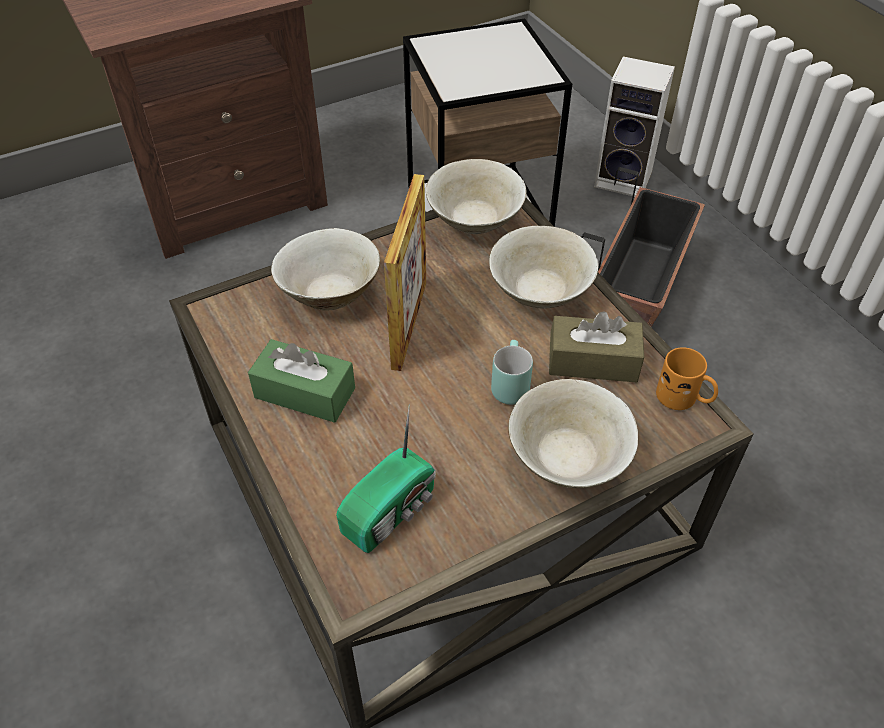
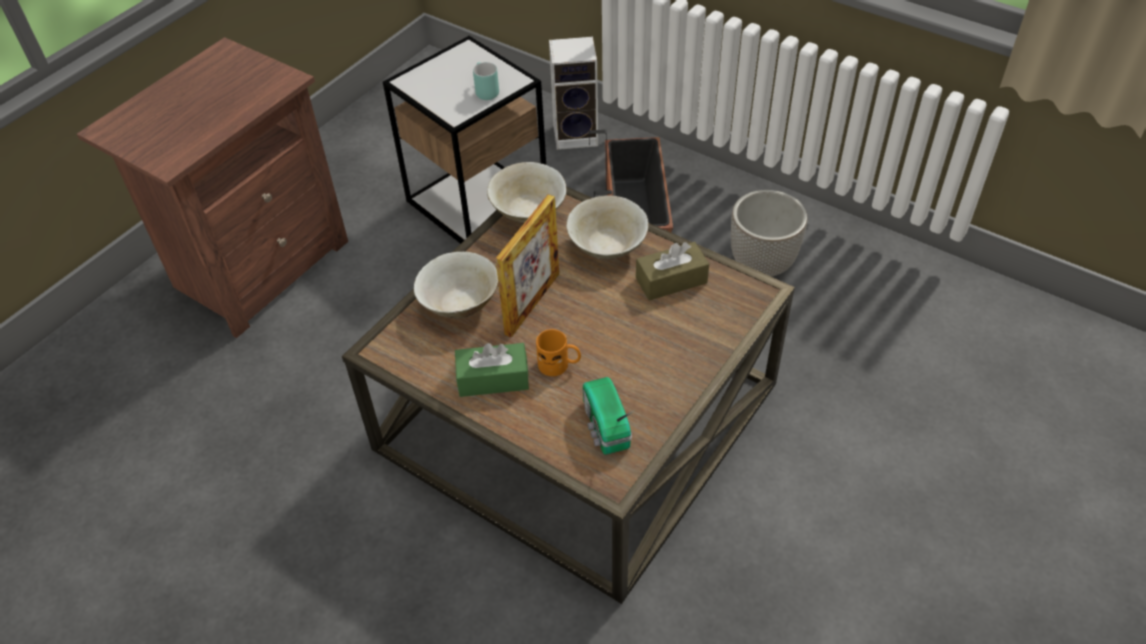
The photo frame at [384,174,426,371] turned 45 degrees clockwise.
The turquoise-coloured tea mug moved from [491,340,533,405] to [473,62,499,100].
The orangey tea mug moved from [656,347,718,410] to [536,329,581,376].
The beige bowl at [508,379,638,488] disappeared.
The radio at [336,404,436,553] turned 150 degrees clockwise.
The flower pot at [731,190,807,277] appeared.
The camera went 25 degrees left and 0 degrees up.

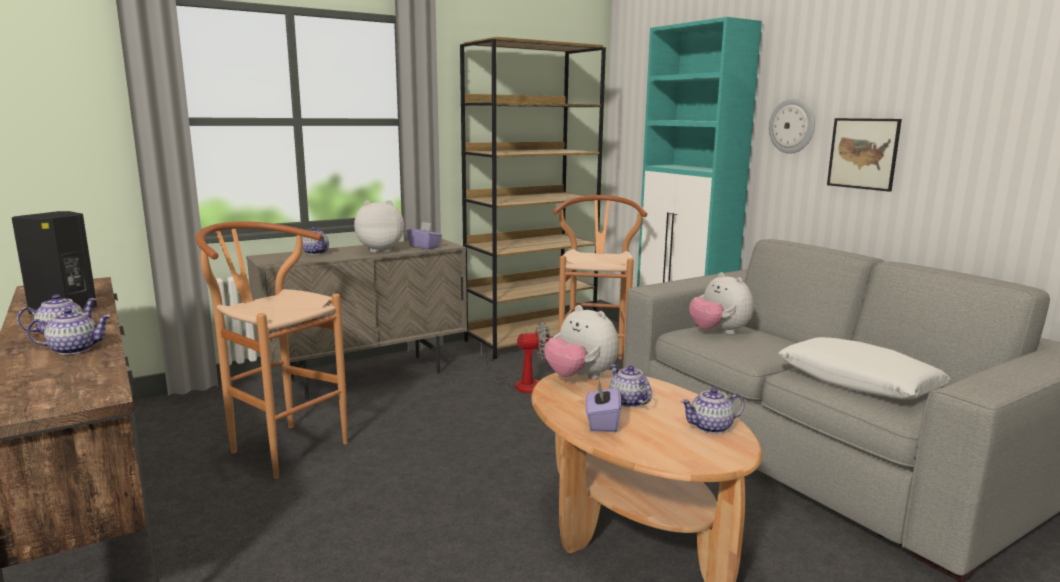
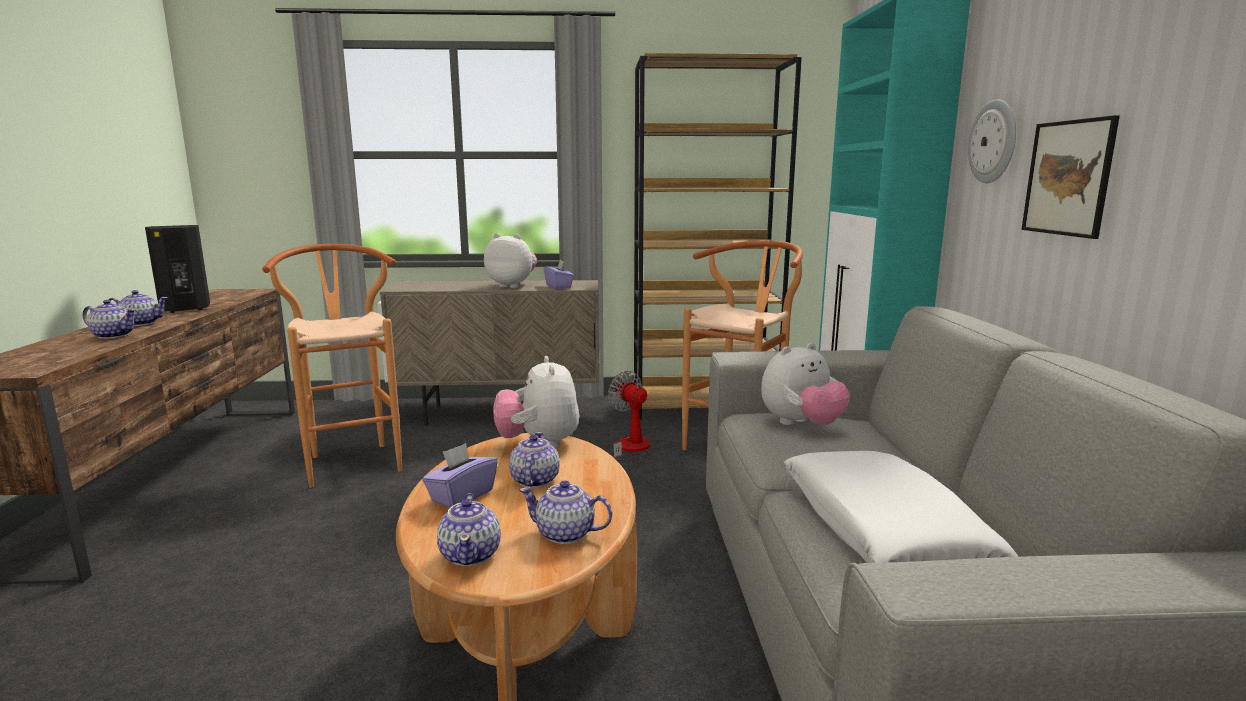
The pot for tea moved from [302,227,329,255] to [437,493,501,566].
The plush toy at [689,272,754,335] turned 120 degrees counterclockwise.
The electric fan at [481,322,551,393] turned 150 degrees counterclockwise.
The camera went 30 degrees right and 0 degrees up.

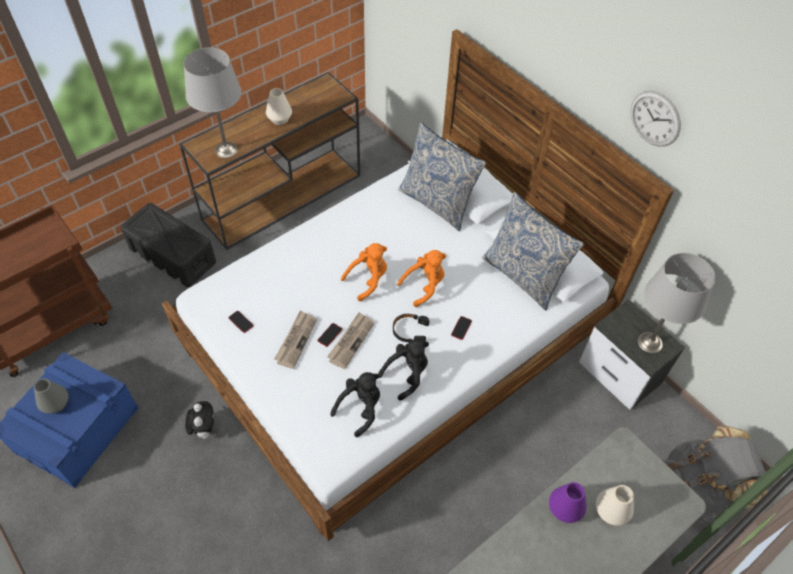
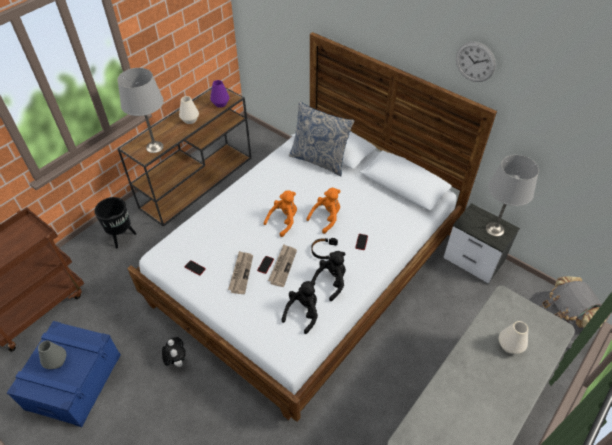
The pillow at [482,192,584,310] disappeared.
The black storage bin at [121,203,216,287] was replaced by the black flower pot at [94,197,136,248].
The purple-coloured decorative vase moved from [549,482,587,523] to [210,80,229,108].
The camera went 10 degrees left and 5 degrees down.

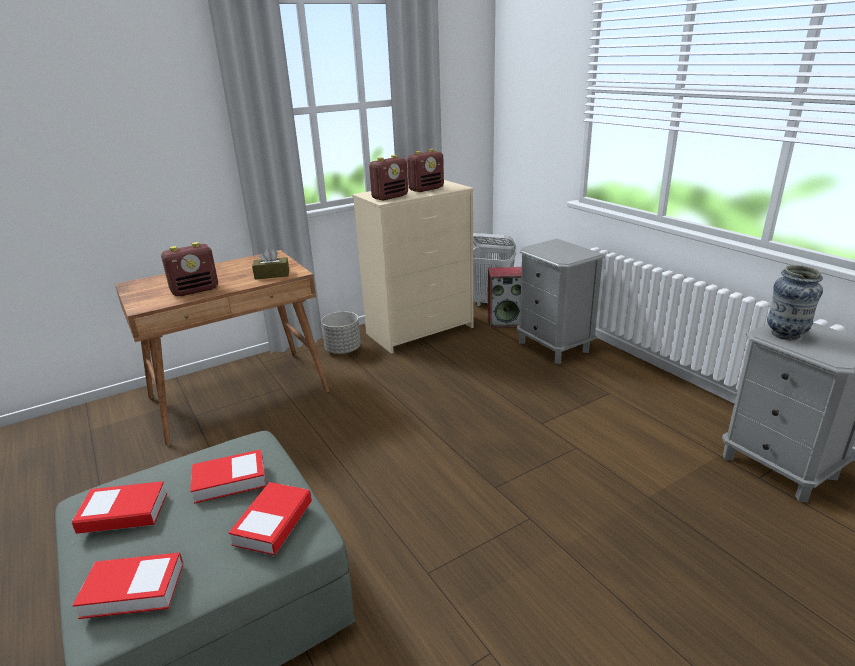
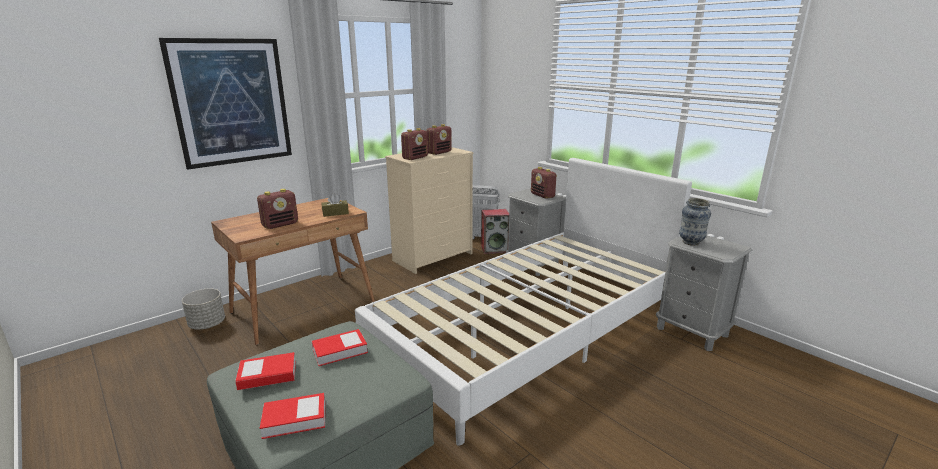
The greyish flower pot moved from [321,312,361,354] to [182,289,225,329].
The book at [229,482,312,555] disappeared.
The picture at [159,38,292,170] appeared.
The white bedroom bed at [355,158,692,446] appeared.
The radio at [531,167,557,199] appeared.
The camera went 10 degrees left and 5 degrees down.

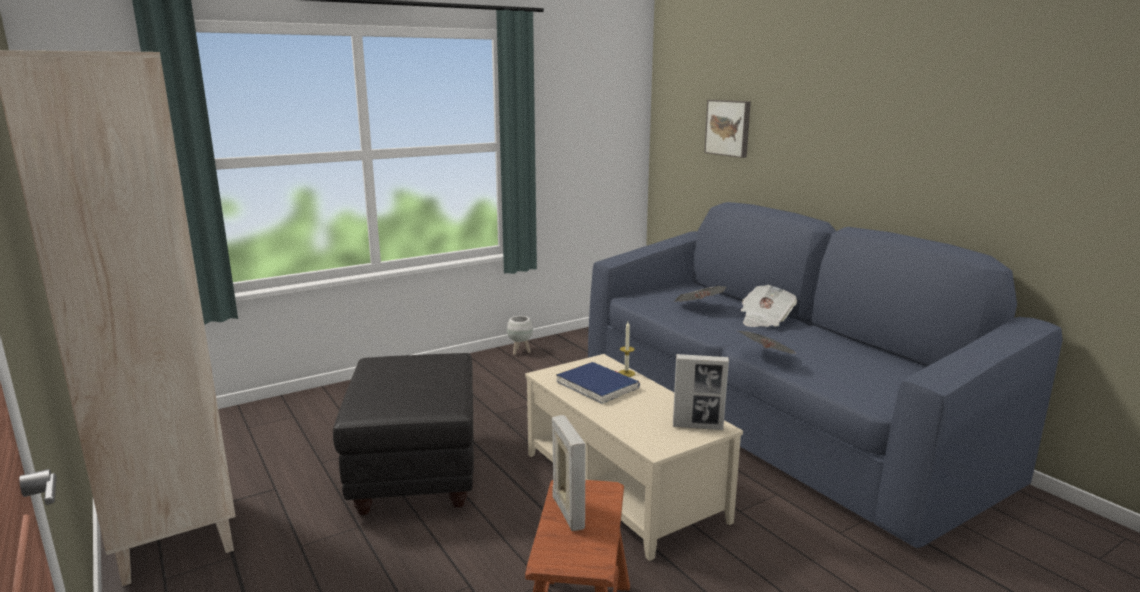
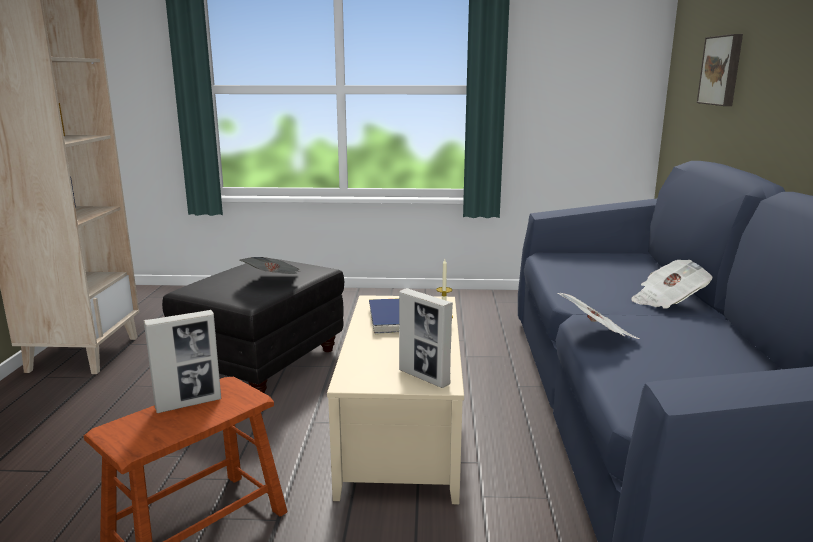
The daily paper moved from [674,286,727,302] to [239,257,300,274].
The white flower pot at [507,316,533,355] disappeared.
The photo frame at [552,415,586,531] turned 45 degrees clockwise.
The camera went 35 degrees right and 0 degrees up.

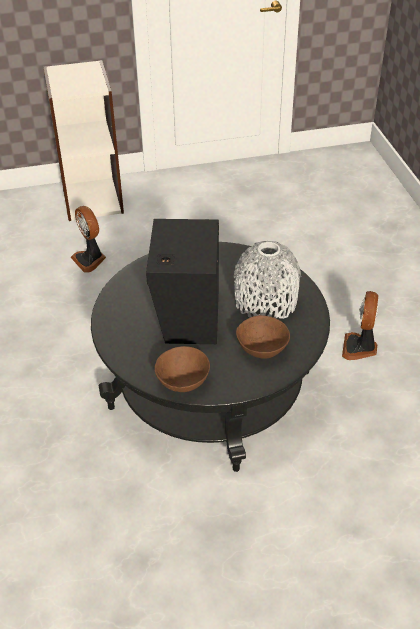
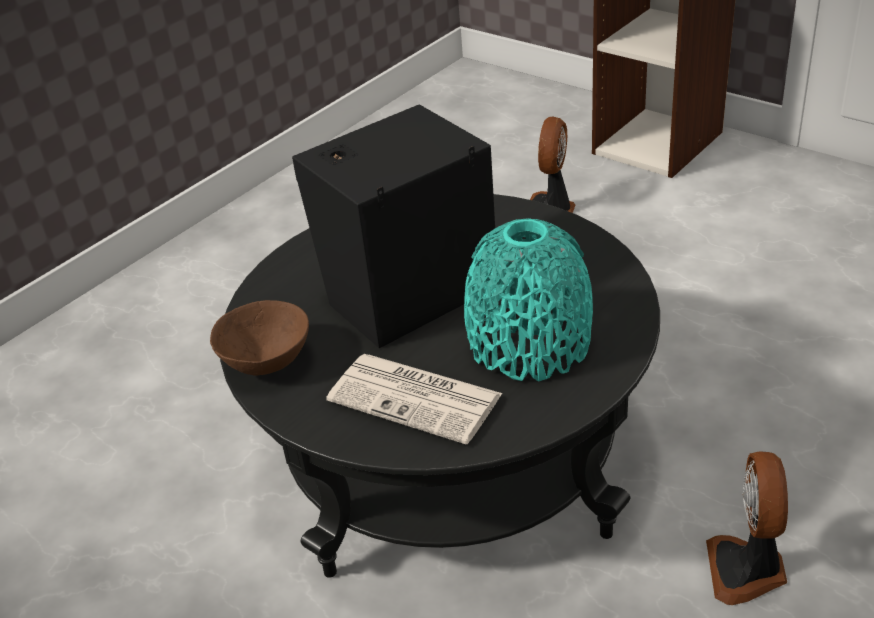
The greyish decorative vase at [234,241,301,319] became the turquoise-coloured decorative vase at [464,218,593,381].
The electric fan at [342,291,378,360] turned 60 degrees counterclockwise.
The brown-coloured bowl at [236,315,290,359] was replaced by the daily paper at [326,354,503,444].
The camera went 55 degrees right and 5 degrees down.

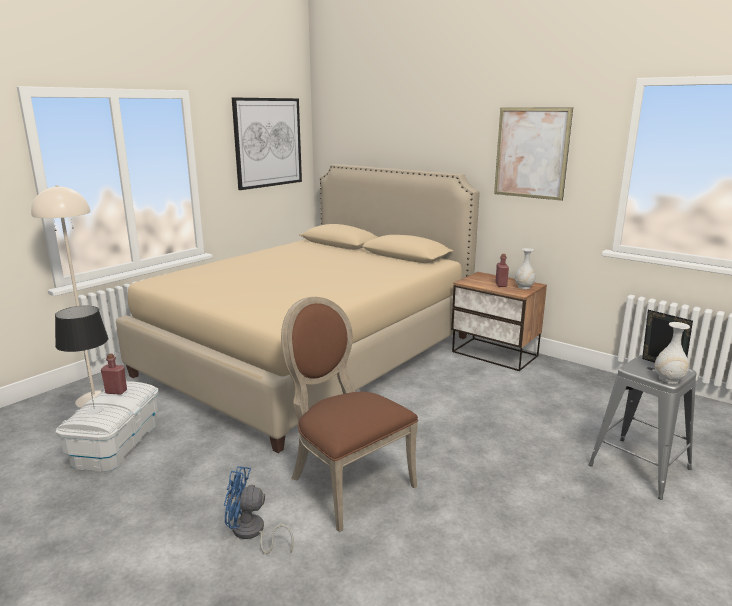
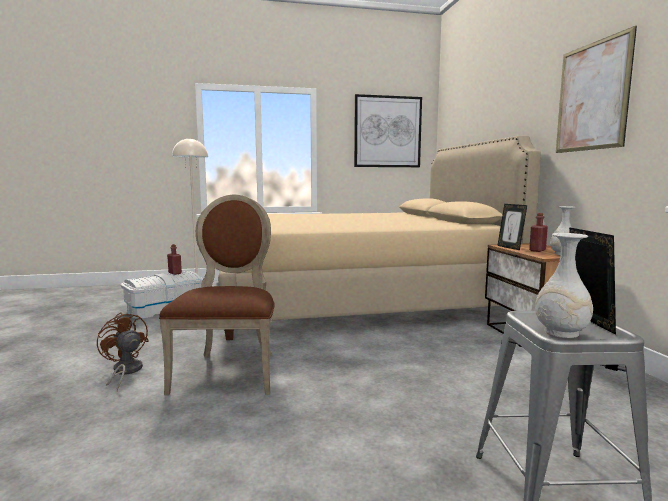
The tabletop lamp at [55,306,108,415] disappeared.
The blue-coloured electric fan at [224,466,294,554] became the brown-coloured electric fan at [97,312,149,391].
The photo frame at [497,204,527,250] appeared.
The camera went 40 degrees right and 10 degrees down.

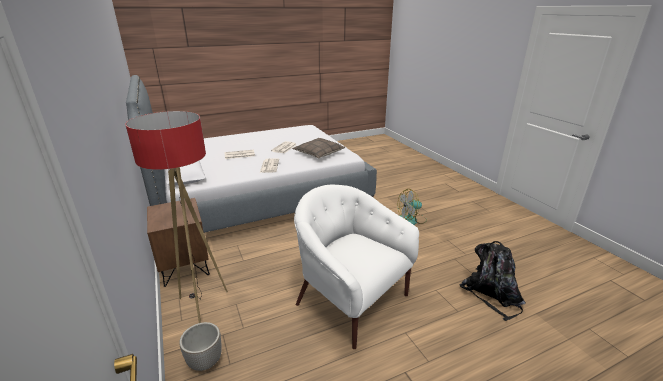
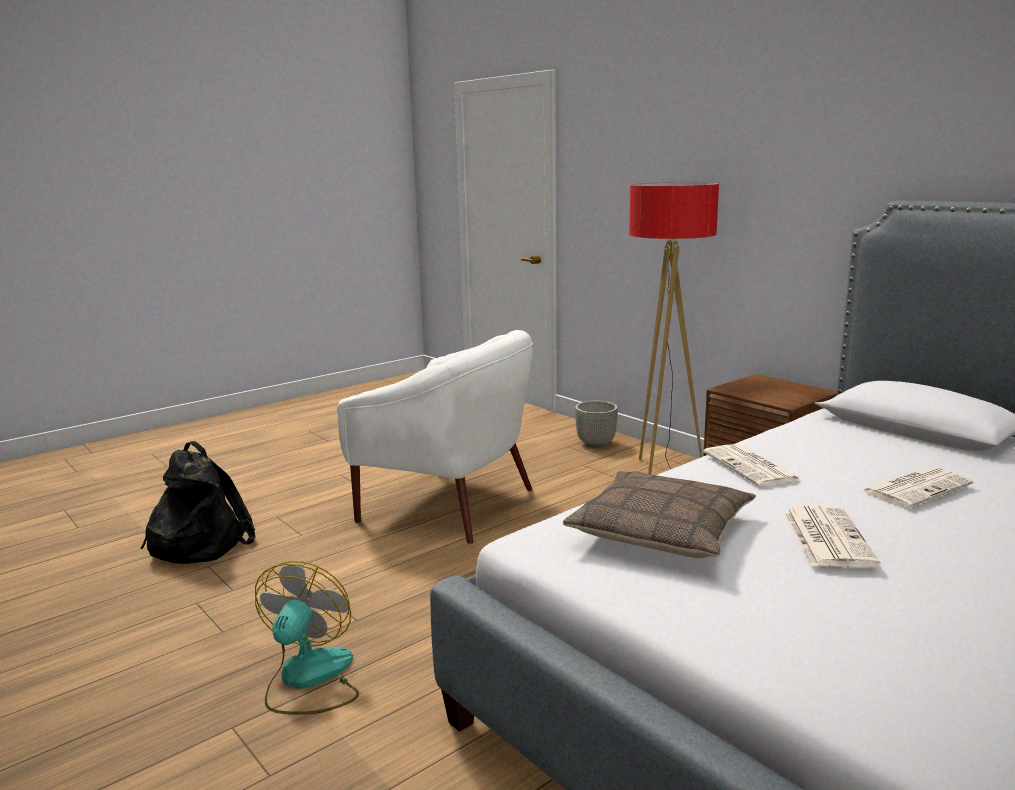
The electric fan at [398,189,427,225] turned 45 degrees counterclockwise.
The camera went 165 degrees right and 10 degrees down.

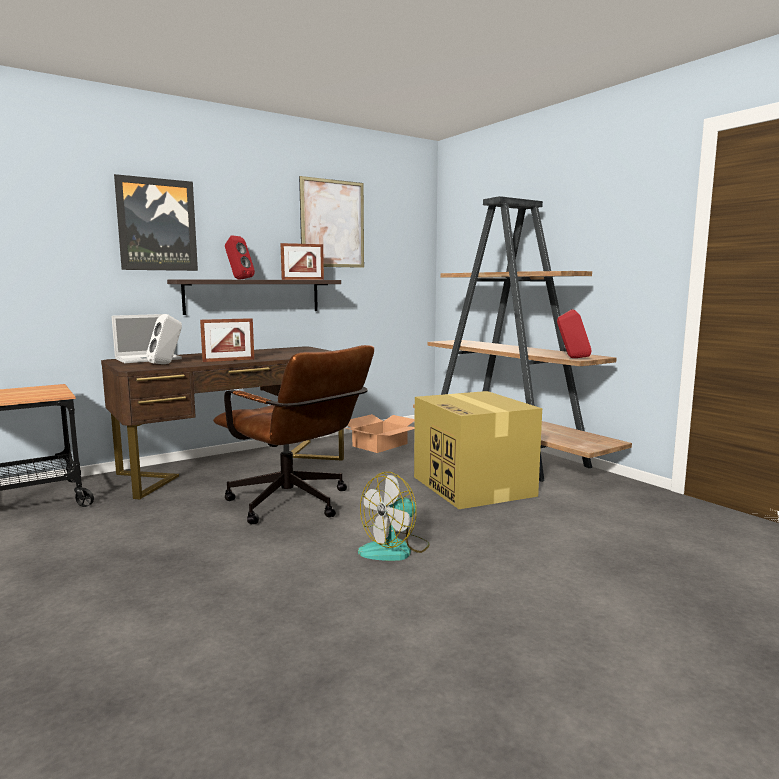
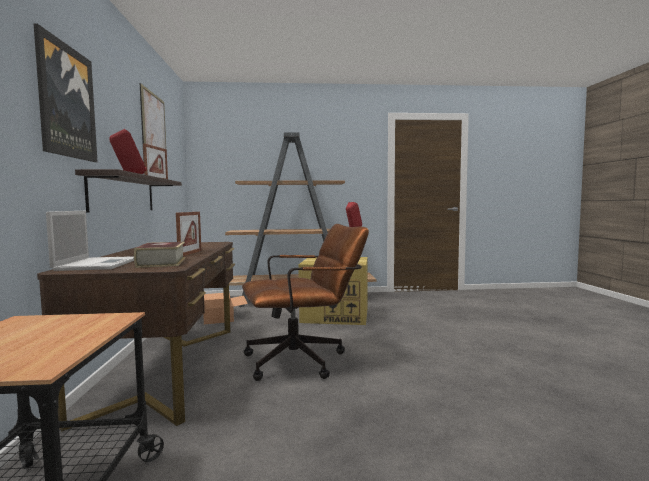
The white audio speaker at [146,314,182,364] was replaced by the book at [134,242,186,268].
The electric fan at [358,472,430,561] disappeared.
The camera went 60 degrees left and 5 degrees down.

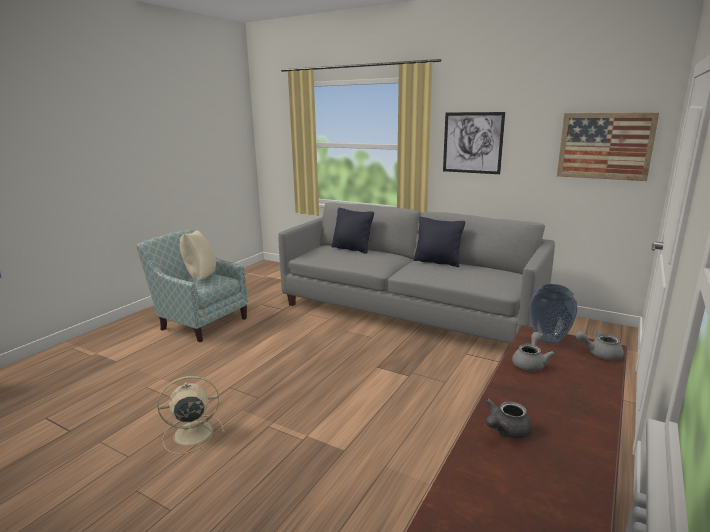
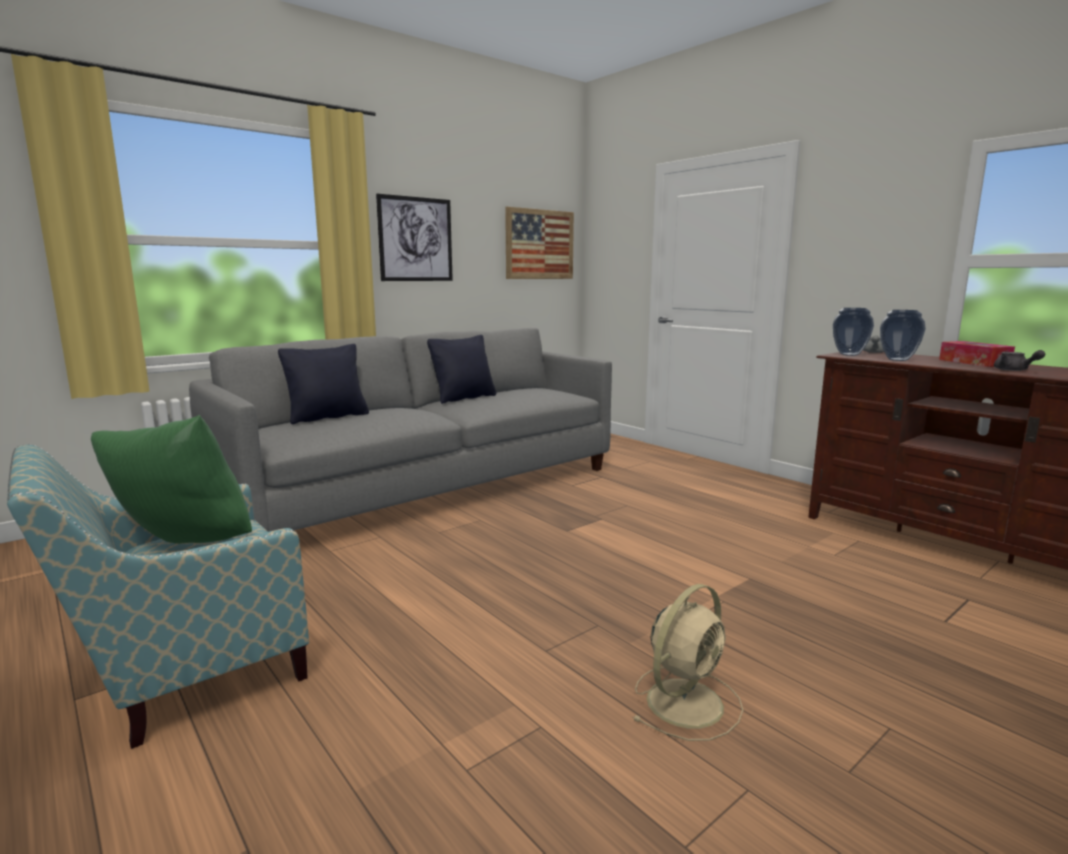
The beige pillow at [179,230,216,280] became the green pillow at [91,415,252,544].
The greyish pot for tea at [512,332,555,371] was replaced by the decorative vase at [880,310,926,361].
The beige electric fan at [158,376,225,454] turned 135 degrees counterclockwise.
The tissue holder at [939,341,1015,367] appeared.
The camera went 70 degrees left and 5 degrees down.

